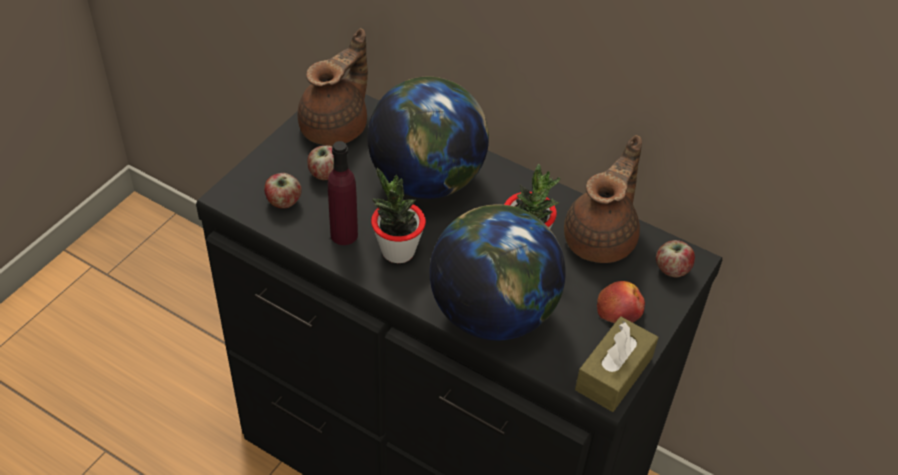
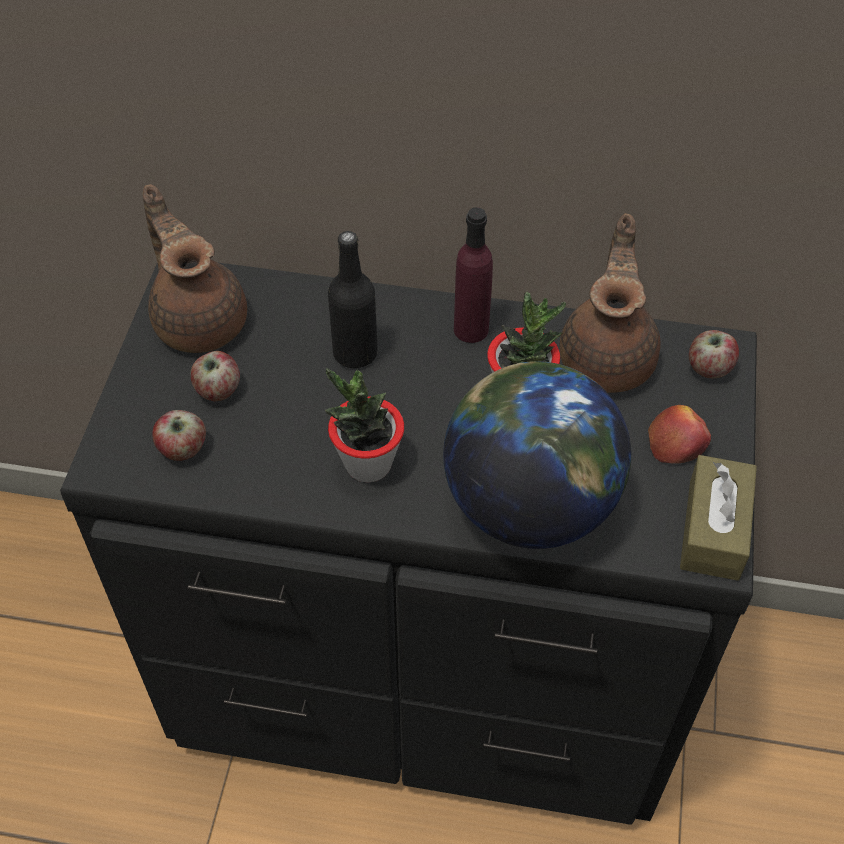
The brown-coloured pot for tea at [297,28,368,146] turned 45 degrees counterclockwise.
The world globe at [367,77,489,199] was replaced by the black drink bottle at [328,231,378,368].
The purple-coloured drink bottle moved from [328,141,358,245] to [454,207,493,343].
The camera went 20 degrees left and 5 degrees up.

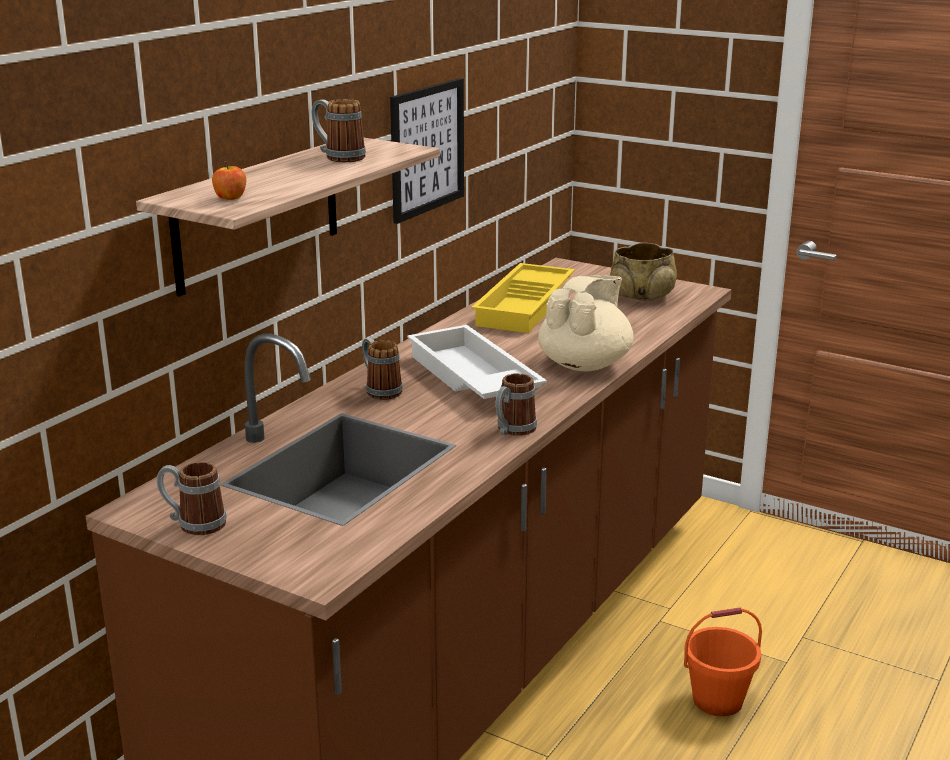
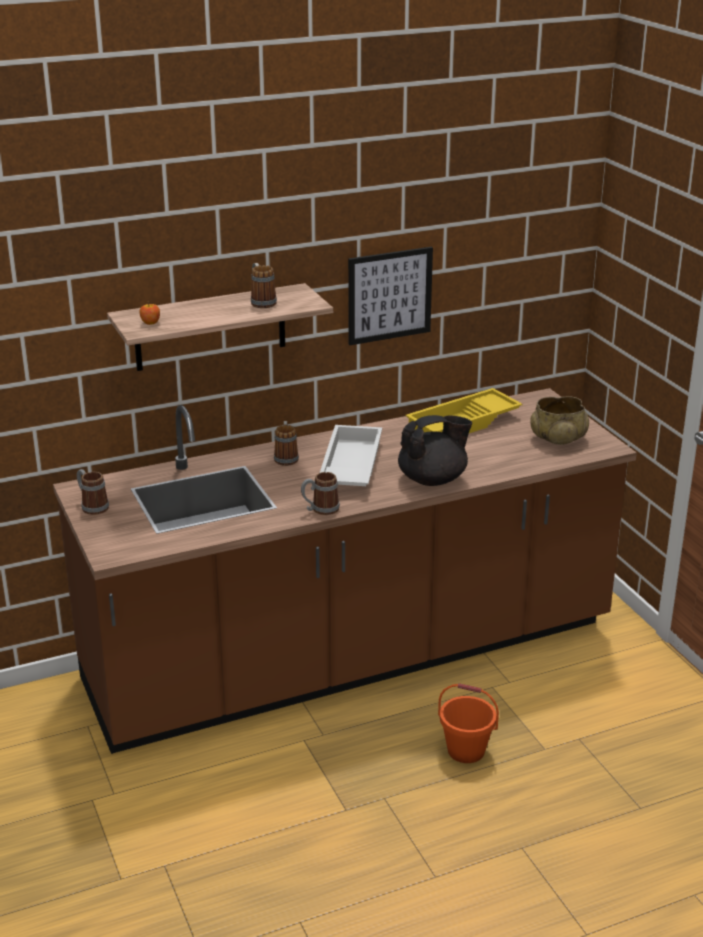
The beige pot for tea at [538,275,634,371] became the black pot for tea at [398,415,472,486].
The camera went 35 degrees right and 5 degrees up.

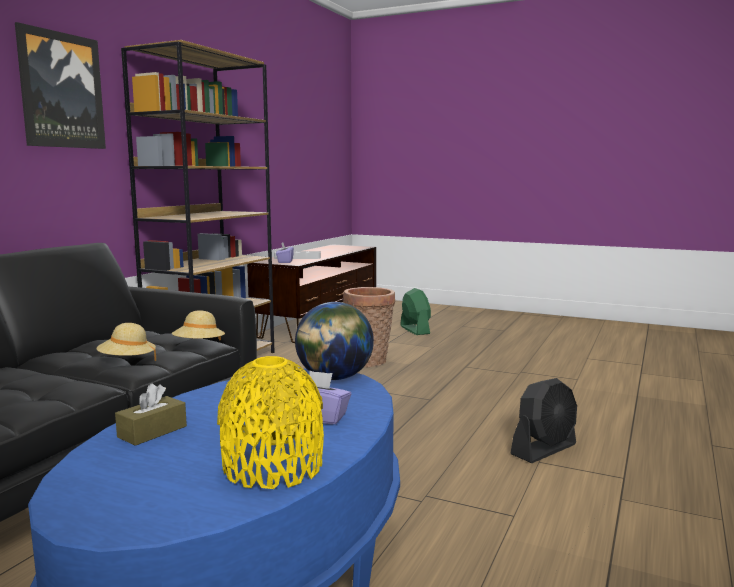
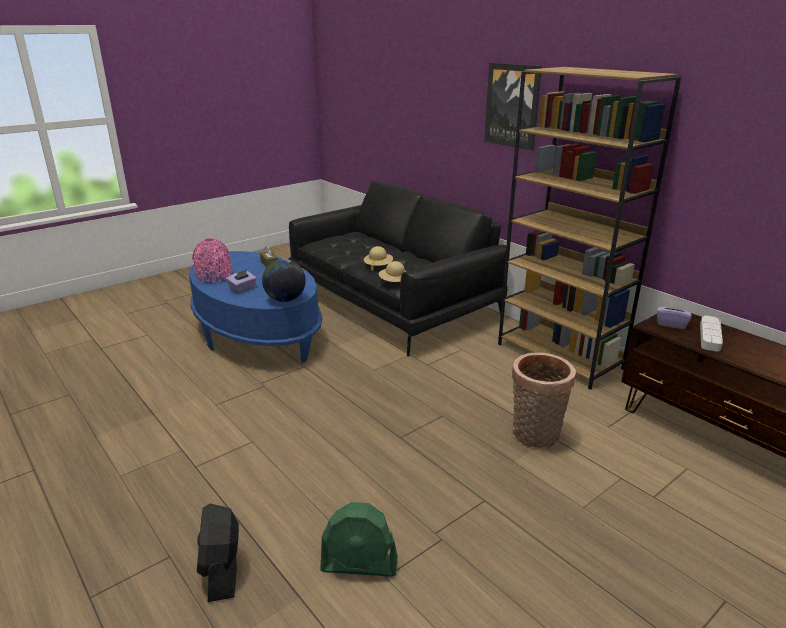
The green electric fan moved from [400,288,431,335] to [320,502,398,577].
The yellow-coloured decorative vase at [217,356,324,489] became the pink-coloured decorative vase at [192,238,232,283].
The black electric fan moved from [511,378,577,463] to [197,504,239,602].
The camera went 115 degrees right and 15 degrees up.

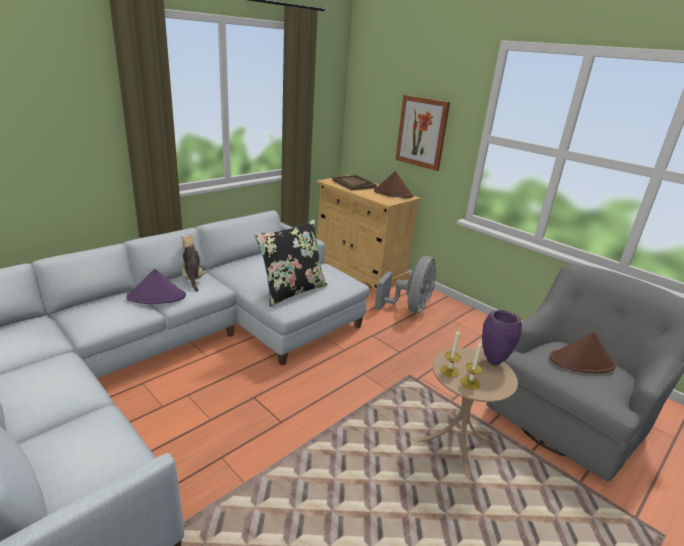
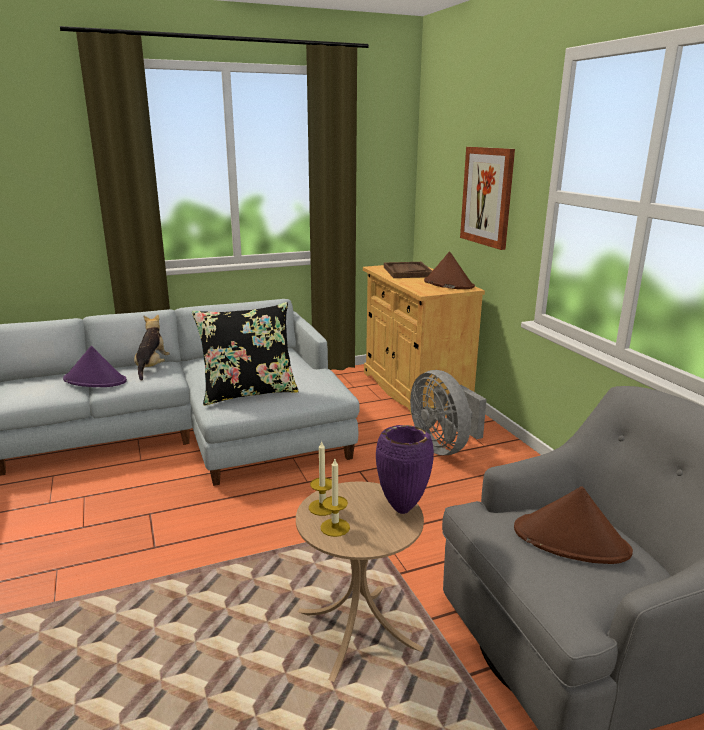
The greyish electric fan at [374,256,436,313] turned 105 degrees clockwise.
The camera went 25 degrees right and 5 degrees down.

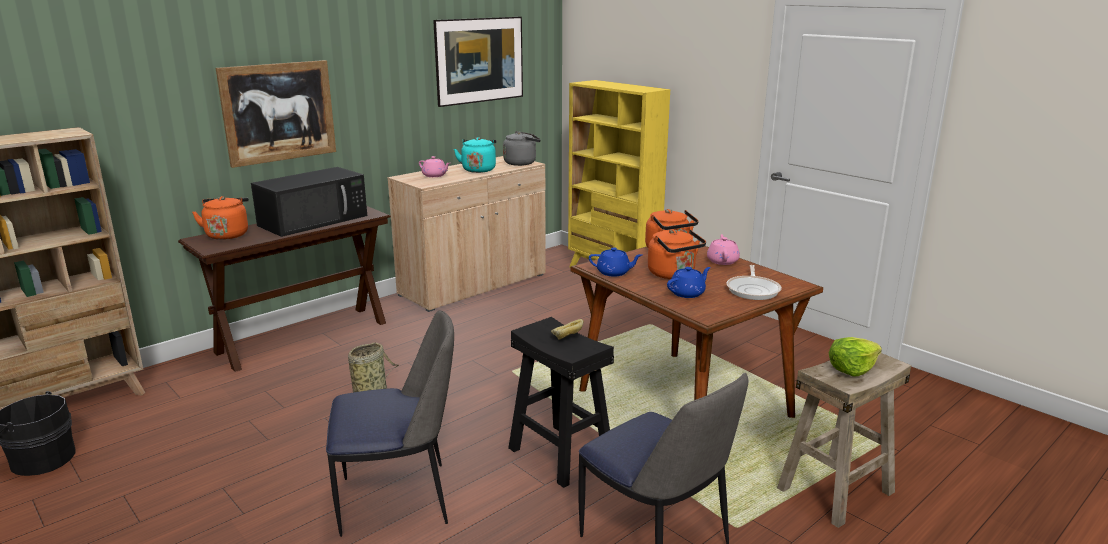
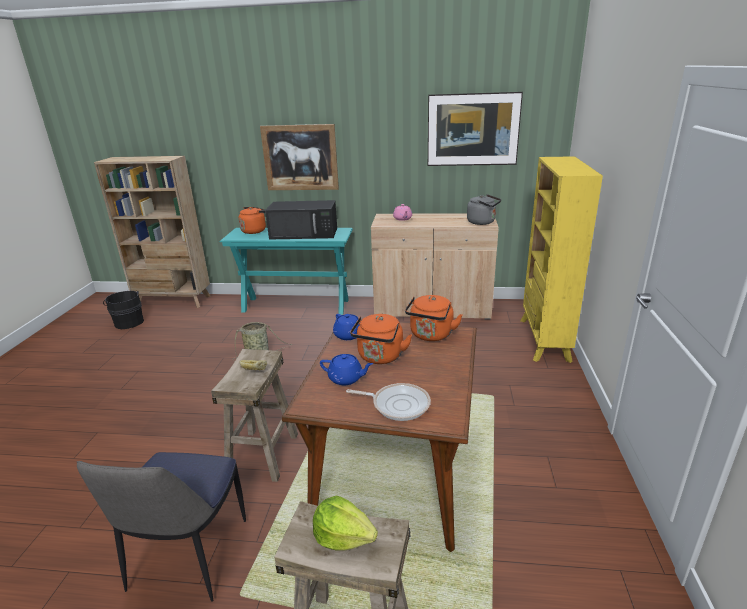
The turquoise-coloured kettle at [454,137,496,173] disappeared.
The brown-coloured console table at [178,206,391,372] became the turquoise-coloured console table at [220,228,353,315].
The pink-coloured pot for tea at [707,234,740,265] disappeared.
The skillet at [726,265,782,300] turned 135 degrees counterclockwise.
The plain chair at [326,310,454,537] disappeared.
The black sitting stool at [508,317,614,488] became the beige sitting stool at [211,349,298,482].
The camera went 50 degrees right and 5 degrees up.

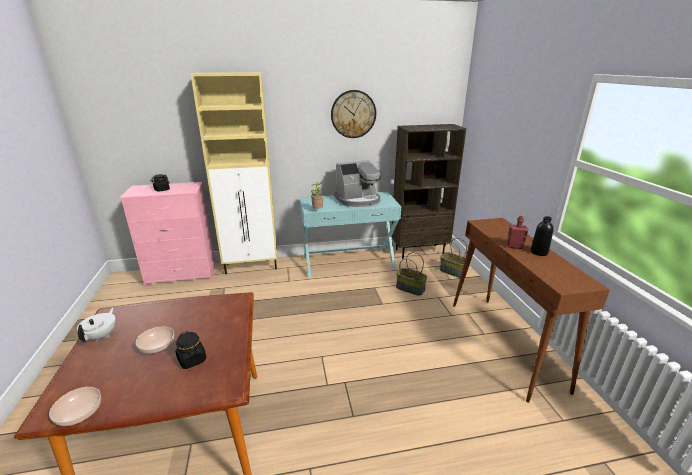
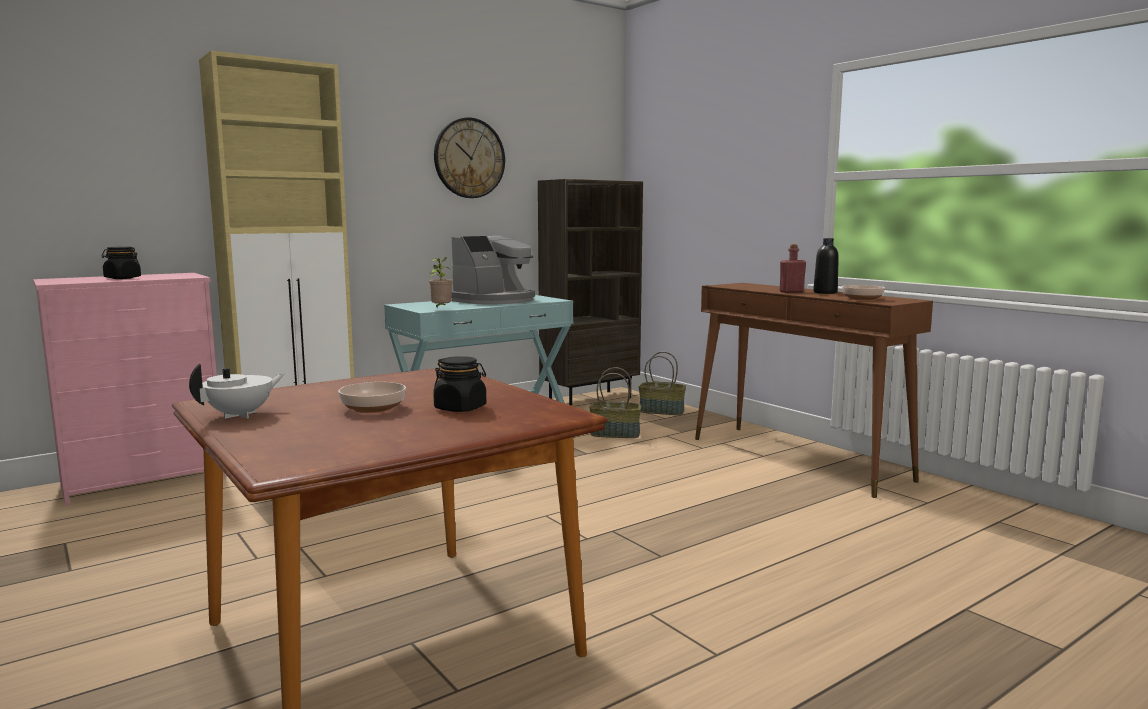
The white pot for tea at [77,308,116,342] turned 60 degrees clockwise.
The bowl moved from [49,387,101,426] to [842,285,885,301].
The camera went 25 degrees left and 15 degrees down.

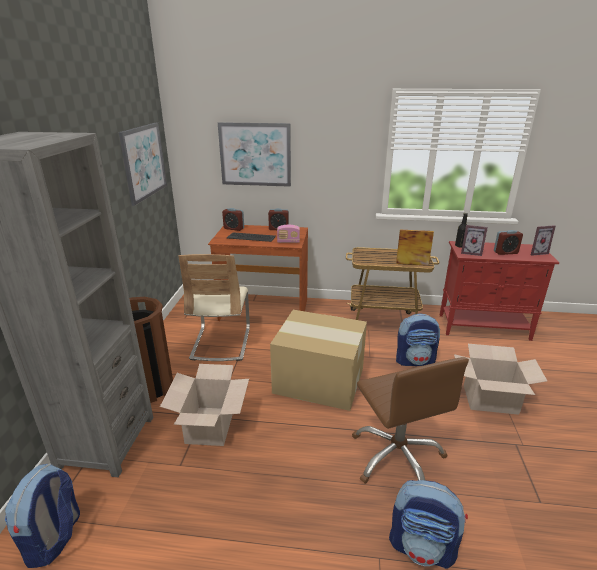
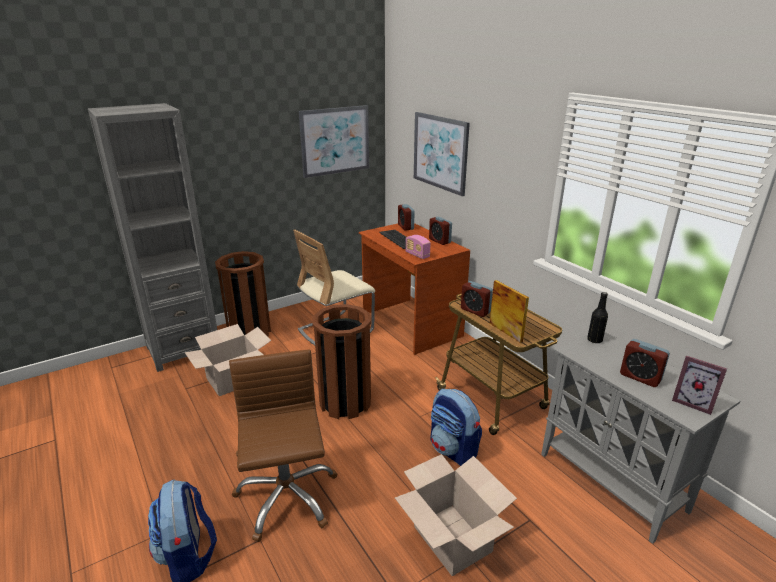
The photo frame at [461,225,488,256] disappeared.
The red storage cabinet at [440,241,559,341] became the greyish storage cabinet at [541,332,740,544].
The carton at [270,310,367,411] was replaced by the brown-coloured waste bin at [313,304,371,419].
The brown-coloured desk chair at [352,357,469,484] turned 135 degrees clockwise.
The backpack at [5,463,80,568] disappeared.
The bedside clock at [461,281,493,317] appeared.
The camera went 50 degrees right and 0 degrees up.

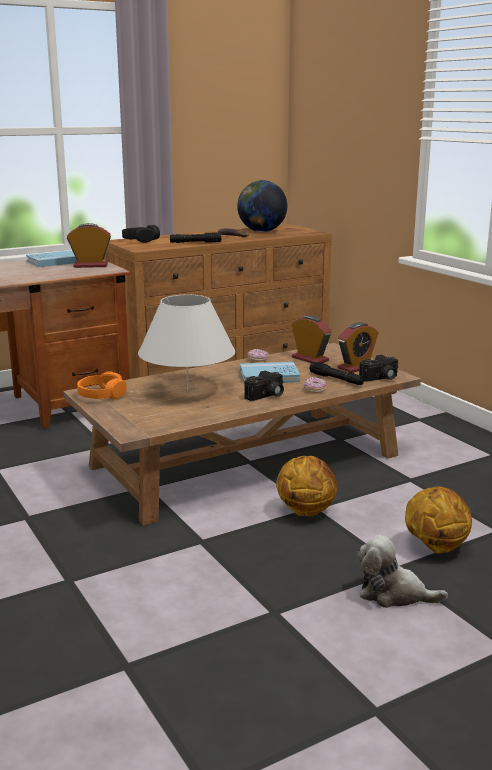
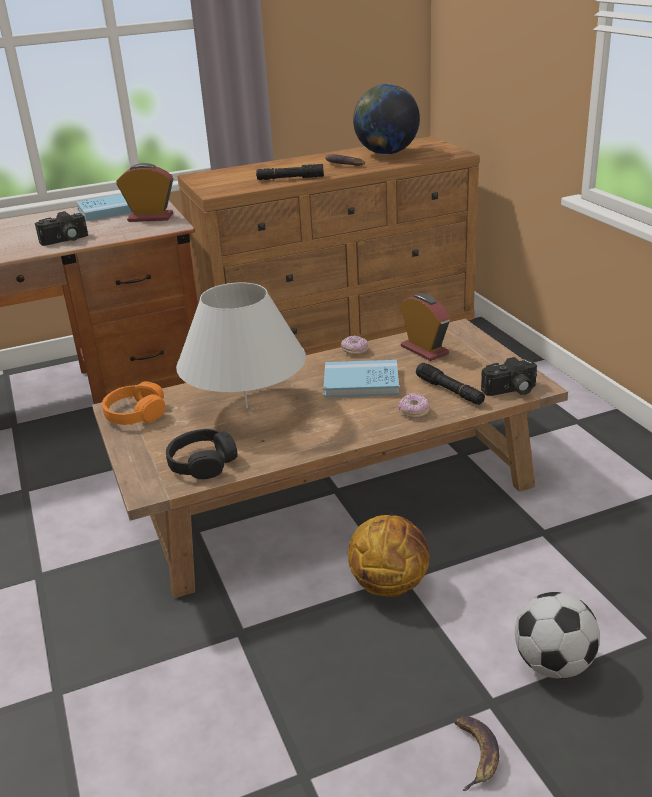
The black pair of headphones moved from [122,225,160,243] to [166,429,237,479].
The bedside clock at [338,322,379,373] disappeared.
The photo camera moved from [244,371,284,401] to [35,211,88,246].
The ball for basketball at [405,486,472,554] was replaced by the football at [515,592,600,679].
The plush toy at [357,535,448,608] was replaced by the banana at [454,716,499,791].
The camera went 10 degrees right and 10 degrees up.

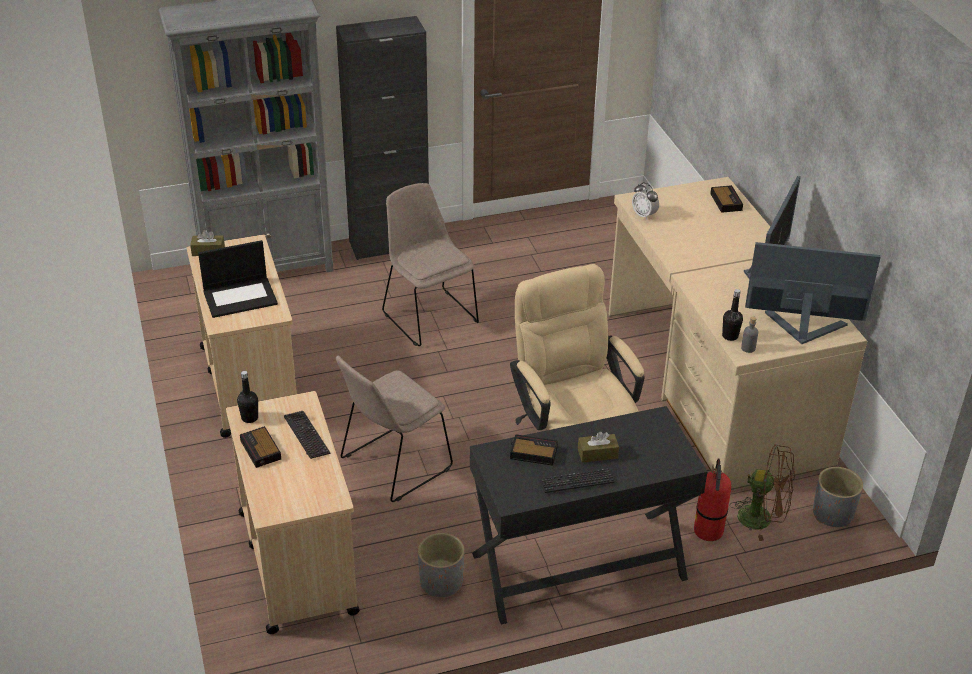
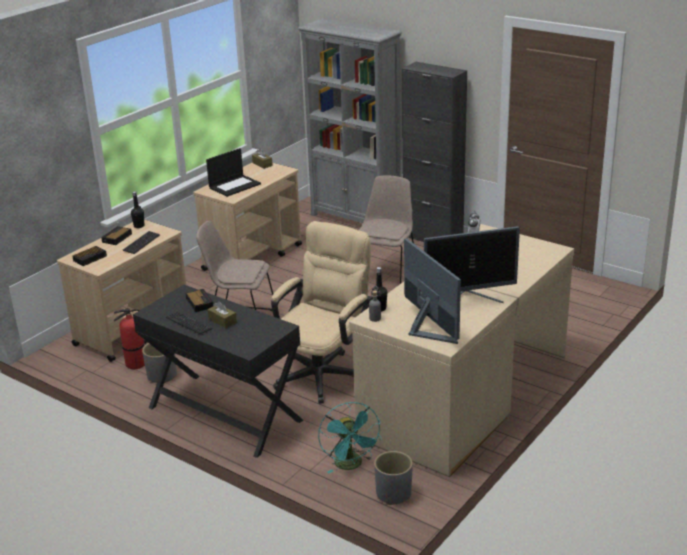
The bedside clock moved from [710,185,743,213] to [72,246,107,266].
The notebook computer at [198,240,278,318] turned 75 degrees counterclockwise.
The brown-coloured electric fan at [730,444,795,541] became the turquoise-coloured electric fan at [318,402,382,473].
The fire-fighting cylinder moved from [694,458,731,541] to [114,308,147,369].
The camera went 55 degrees right and 10 degrees down.

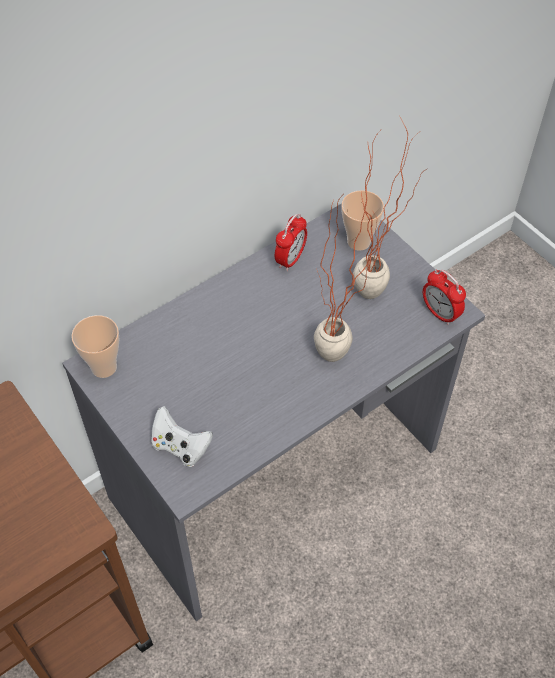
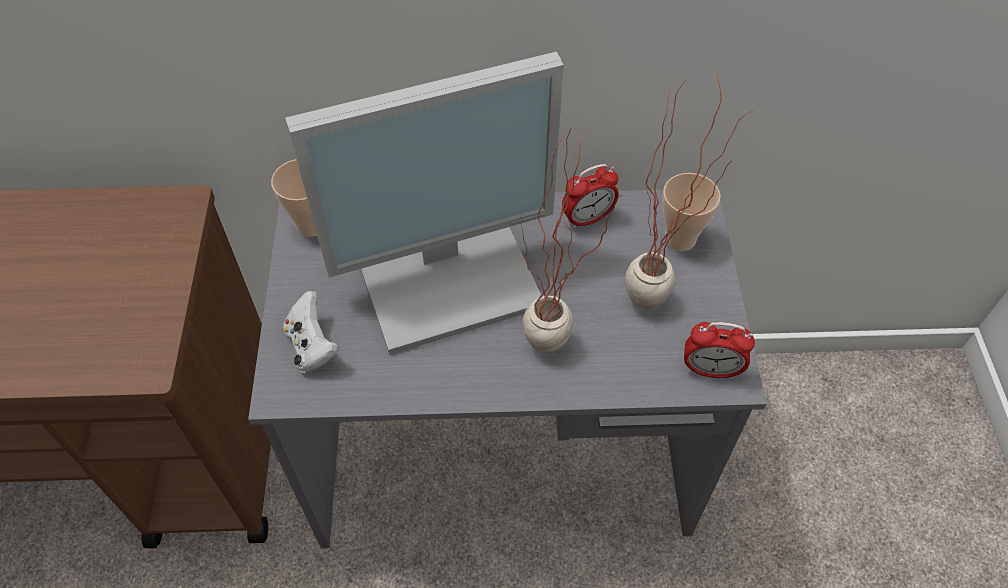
The bedside clock at [423,269,466,325] turned 75 degrees counterclockwise.
The computer display at [285,52,564,355] appeared.
The camera went 35 degrees right and 0 degrees up.

